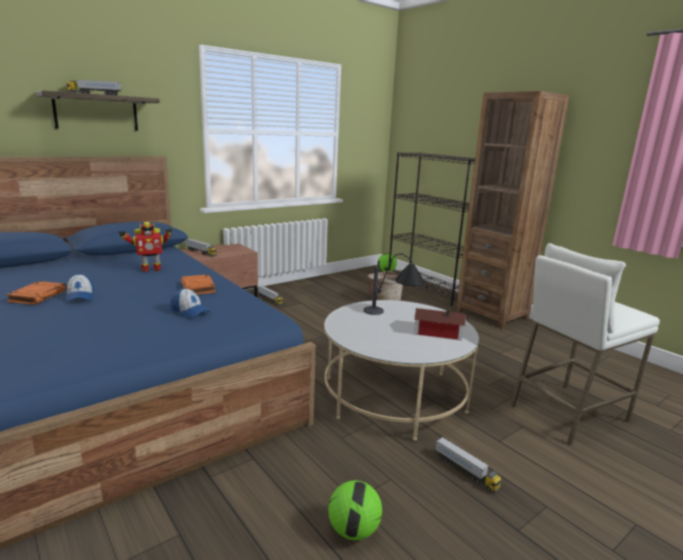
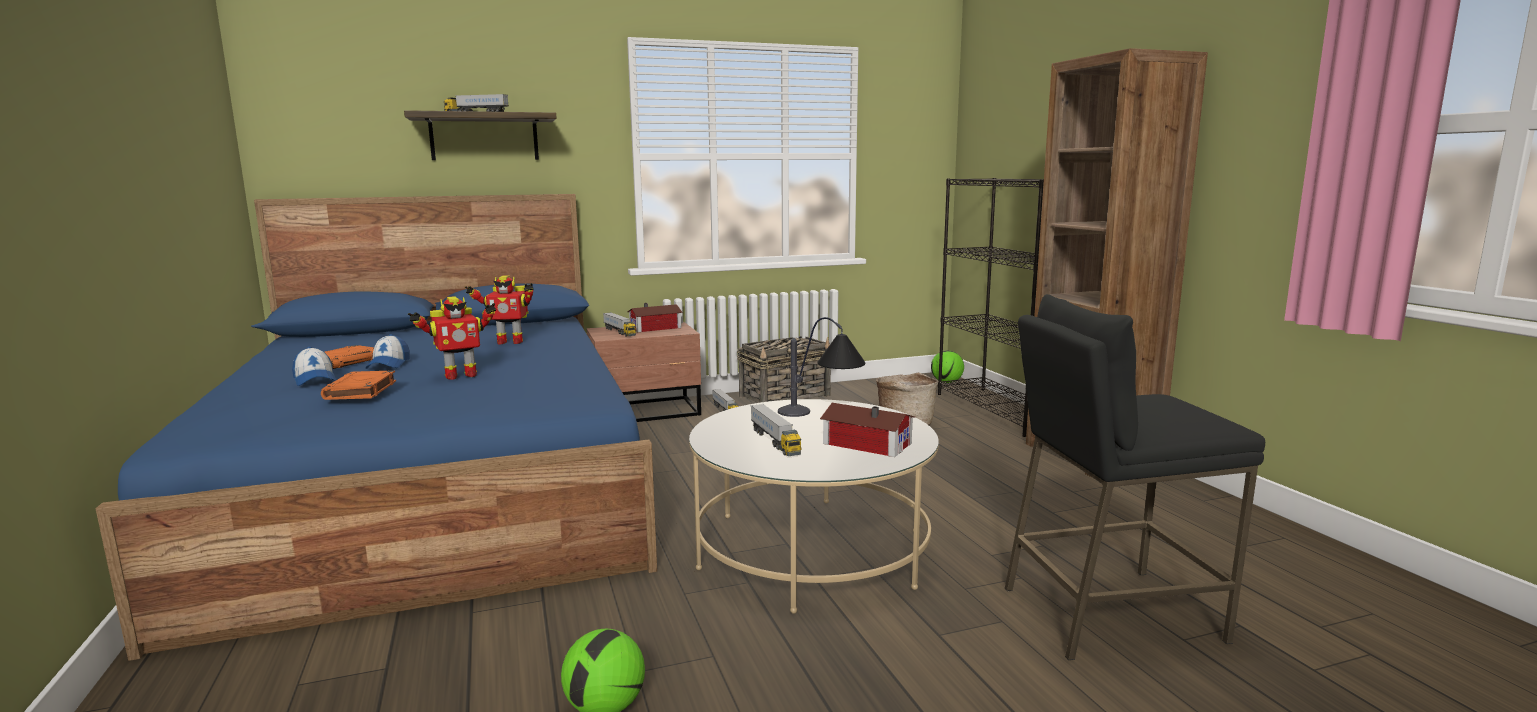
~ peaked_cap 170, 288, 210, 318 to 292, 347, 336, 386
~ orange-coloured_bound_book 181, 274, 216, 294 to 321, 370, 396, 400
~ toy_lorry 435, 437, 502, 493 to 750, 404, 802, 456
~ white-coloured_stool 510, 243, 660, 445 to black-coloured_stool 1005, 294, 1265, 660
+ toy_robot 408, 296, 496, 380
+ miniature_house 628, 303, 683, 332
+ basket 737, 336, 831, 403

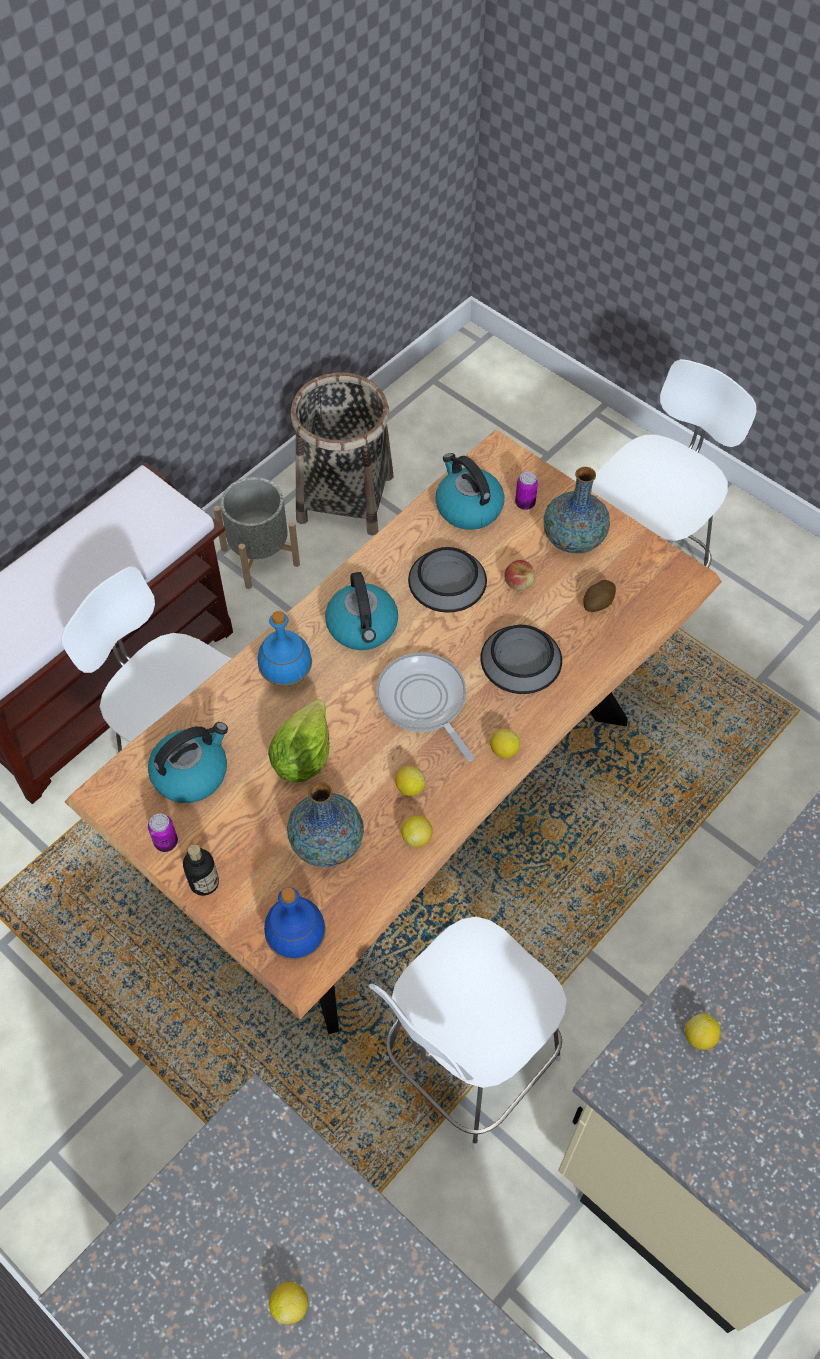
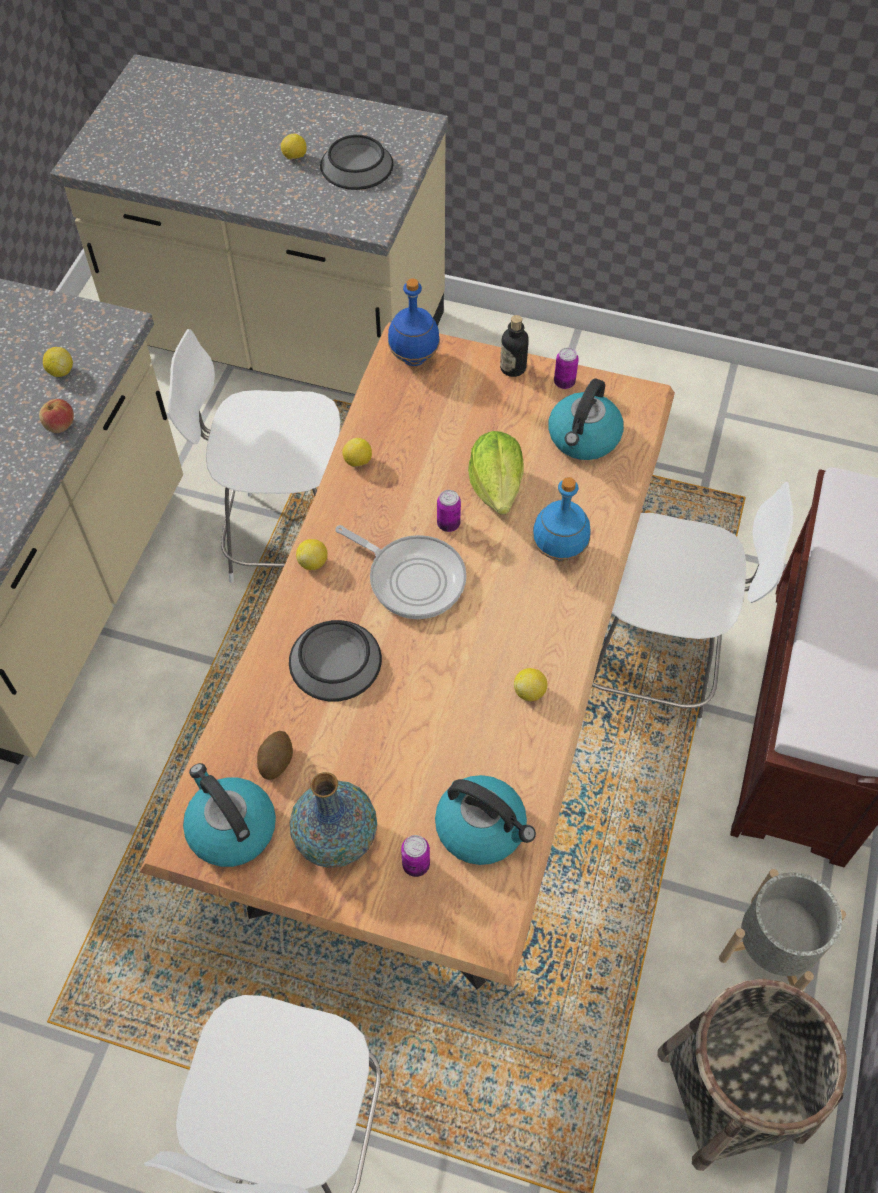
- vase 287, 782, 364, 867
~ tea_kettle 325, 572, 398, 650 to 183, 763, 276, 867
~ white-coloured_plain_chair 369, 917, 567, 1150 = 168, 329, 340, 583 105 degrees counterclockwise
~ citrus_fruit 395, 766, 426, 796 to 514, 668, 547, 701
~ deep_dish 408, 547, 487, 613 to 320, 135, 394, 190
~ apple 504, 560, 535, 591 to 39, 399, 74, 433
+ sealed_can 437, 490, 461, 532

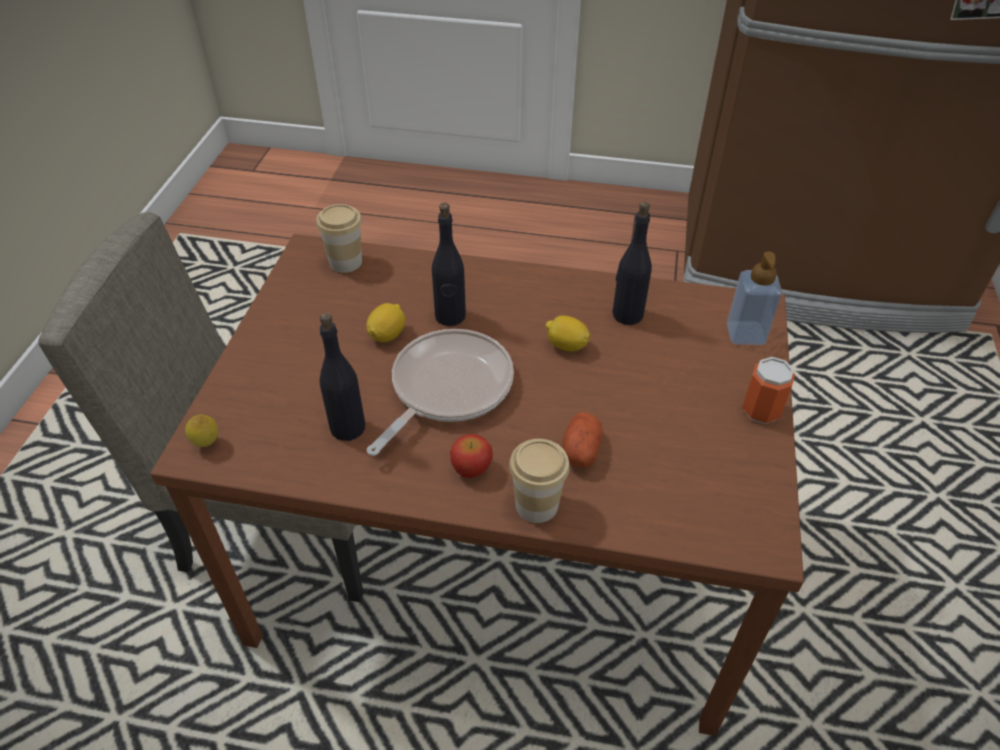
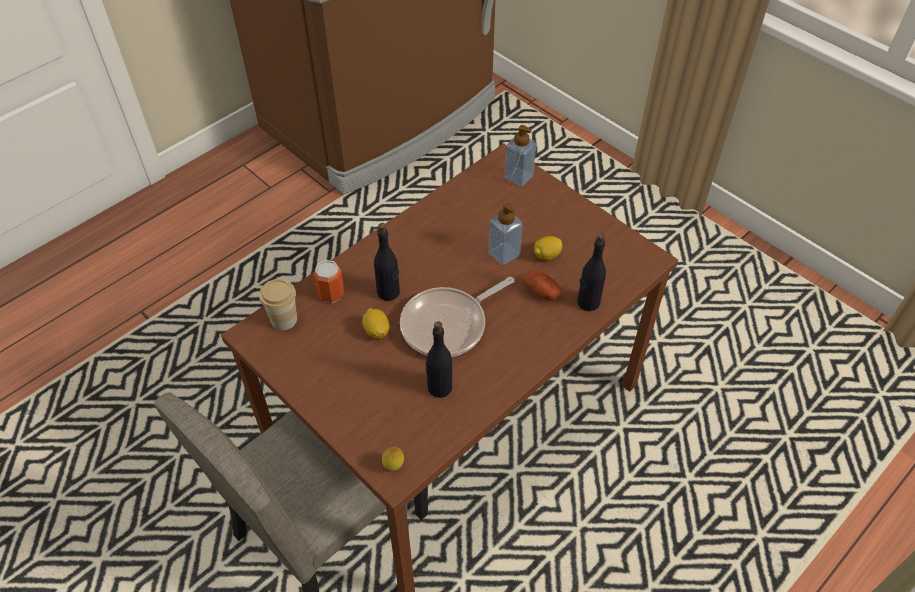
~ pan 366, 329, 514, 456 = 400, 277, 514, 357 105 degrees counterclockwise
- apple 450, 434, 493, 478
- drinking_cup 509, 439, 570, 523
~ citrus_fruit 545, 315, 590, 352 to 534, 236, 562, 260
~ black-coloured_bottle 612, 202, 652, 325 to 577, 233, 606, 311
~ sealed_can 742, 357, 795, 424 to 313, 260, 344, 303
+ liquid_soap_bottle 488, 202, 523, 265

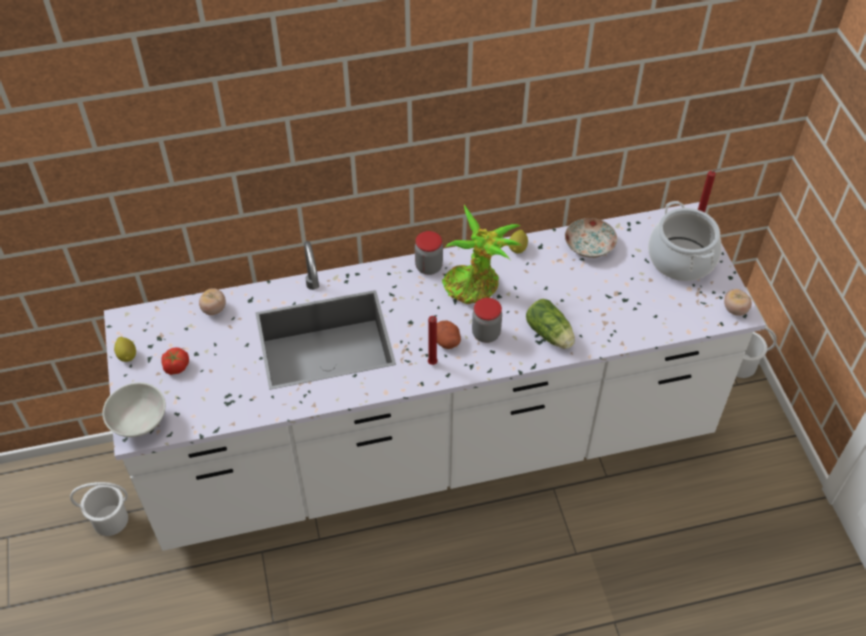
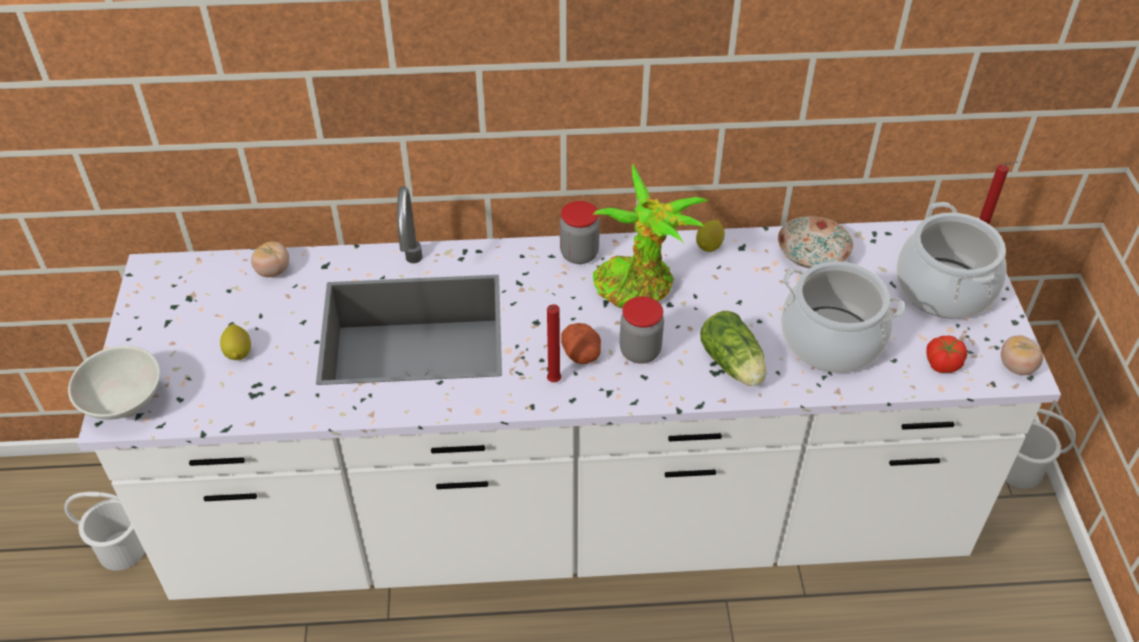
~ citrus_fruit 114, 337, 136, 362 to 220, 324, 251, 360
~ fresh_tomato 161, 348, 189, 375 to 926, 336, 967, 373
+ saucepot 781, 261, 905, 373

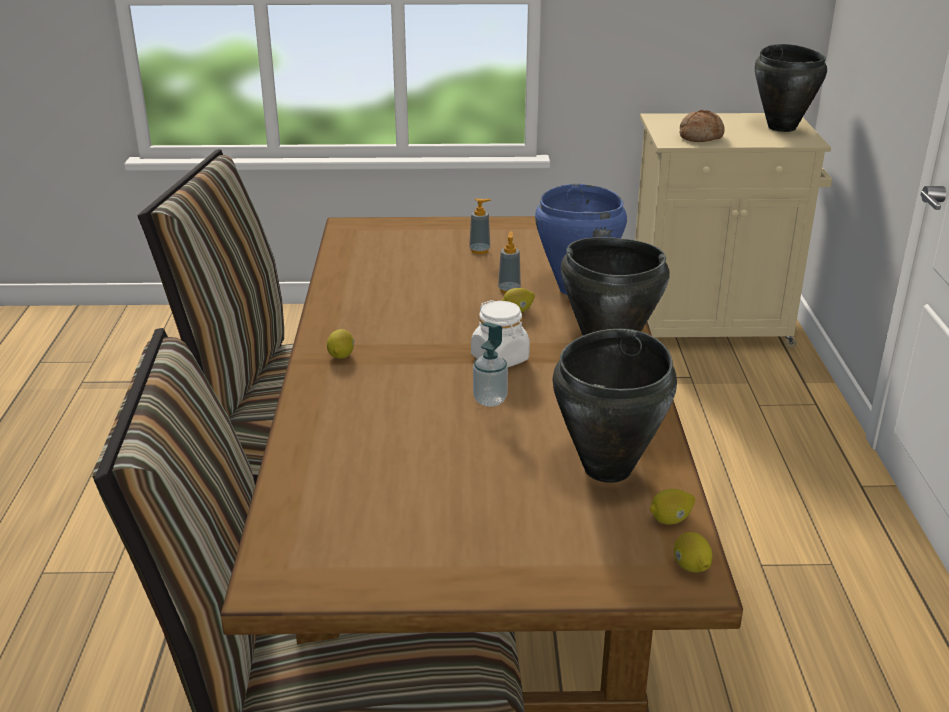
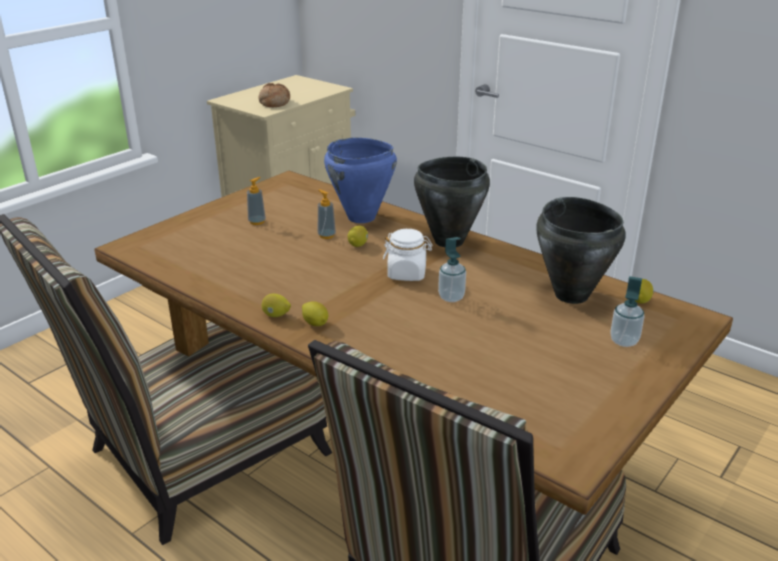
~ citrus_fruit 674, 532, 712, 573 to 262, 293, 291, 317
- black-coloured_saucepot 755, 44, 827, 132
+ liquid_soap_bottle 610, 276, 644, 347

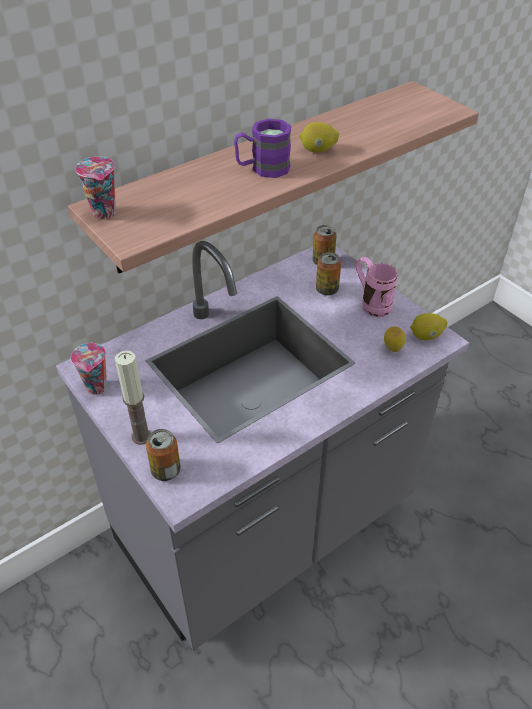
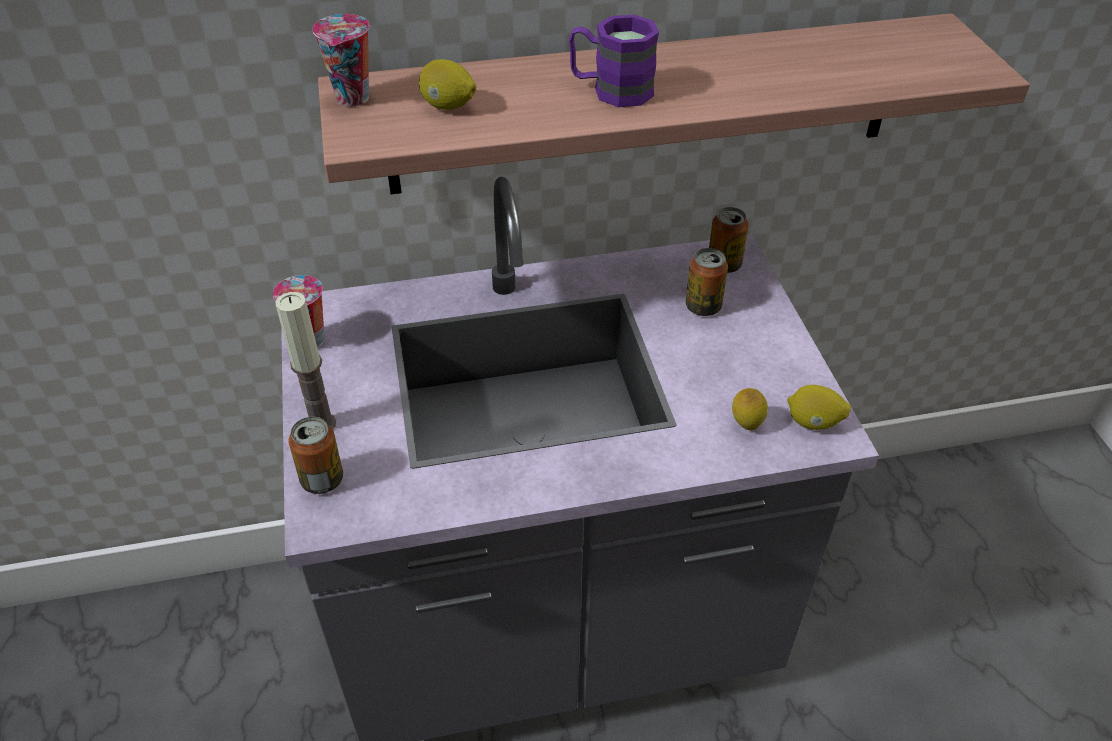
~ citrus_fruit 300, 122, 339, 153 to 419, 59, 476, 110
- pink_tea_mug 355, 257, 398, 317

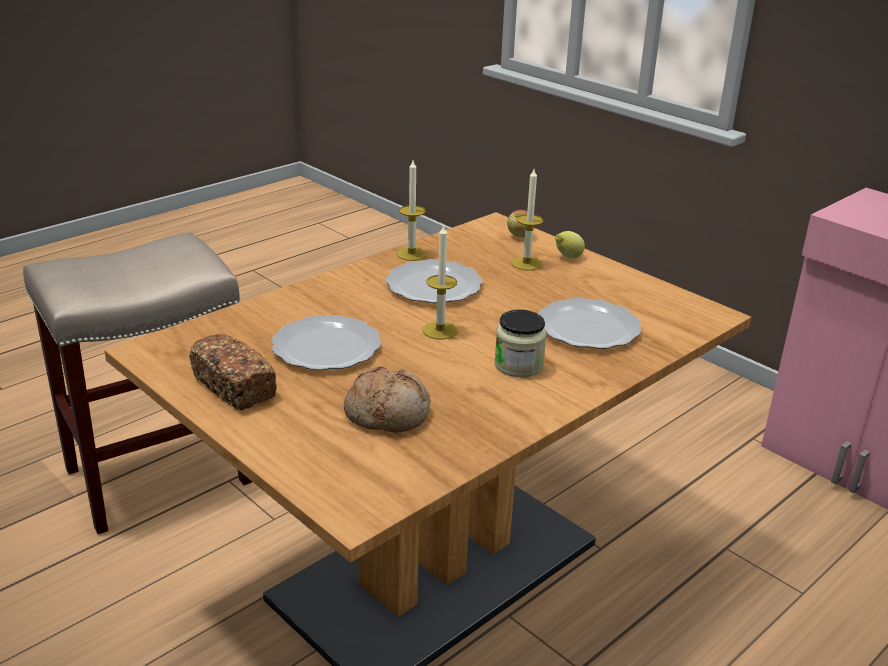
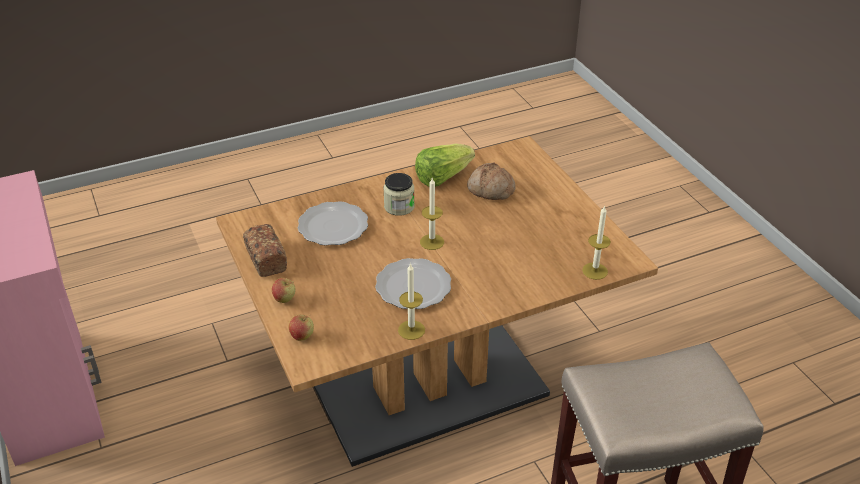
~ bread 189, 334, 277, 410 to 243, 224, 287, 277
- flat_dish 272, 315, 381, 370
~ wax_light 511, 169, 544, 270 to 582, 205, 611, 280
~ citrus_fruit 555, 231, 585, 258 to apple 272, 278, 296, 303
+ lettuce 415, 144, 475, 187

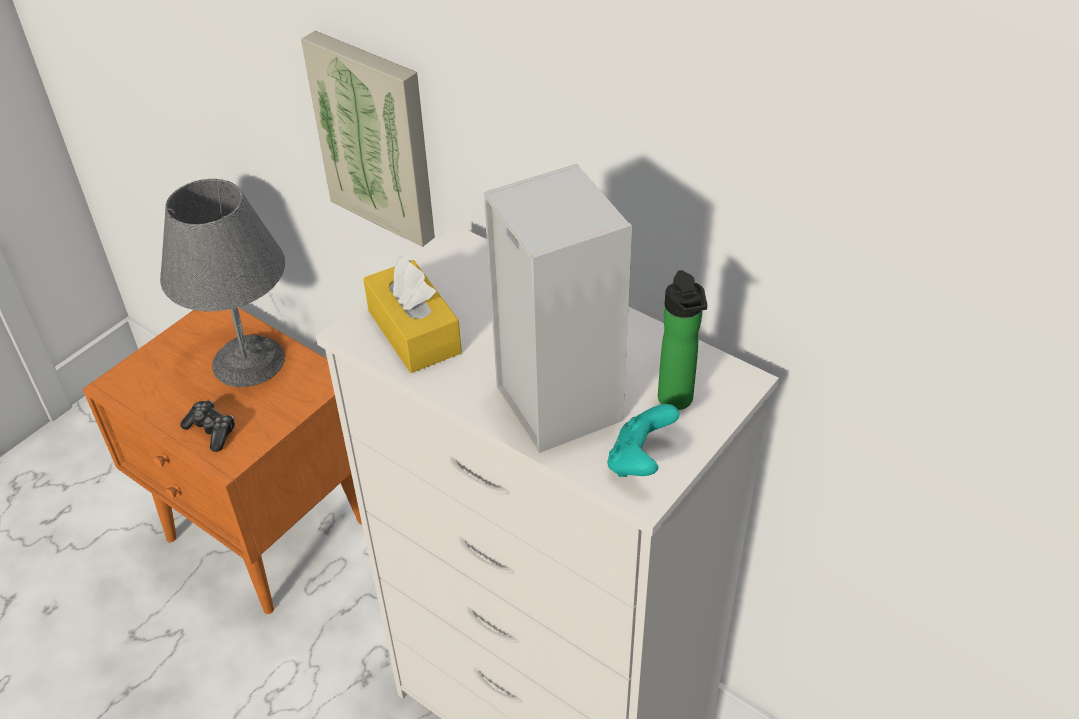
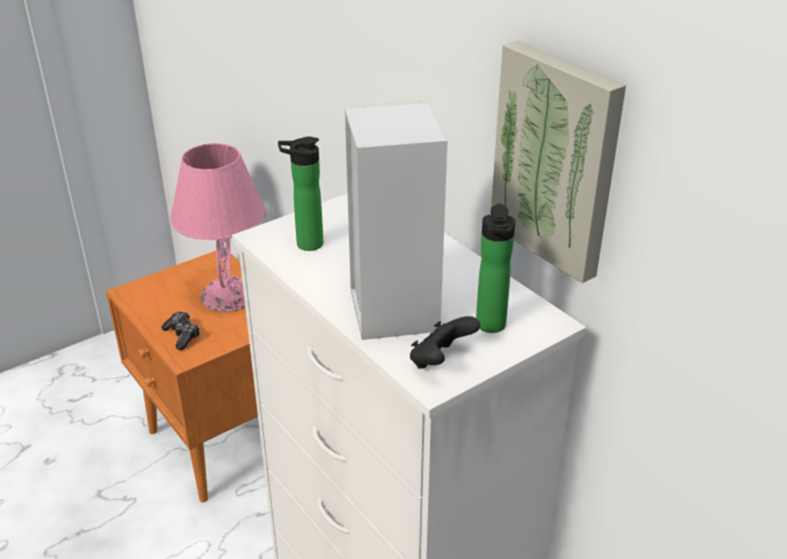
~ greyish_tabletop_lamp 160, 179, 285, 387 to pink_tabletop_lamp 170, 143, 266, 312
~ wall_art 301, 31, 435, 247 to 491, 41, 626, 283
~ yellowish_tissue_box 363, 257, 462, 373 to bottle 278, 137, 323, 251
~ blue-green_gamepad 608, 404, 679, 477 to black-coloured_gamepad 410, 316, 480, 368

